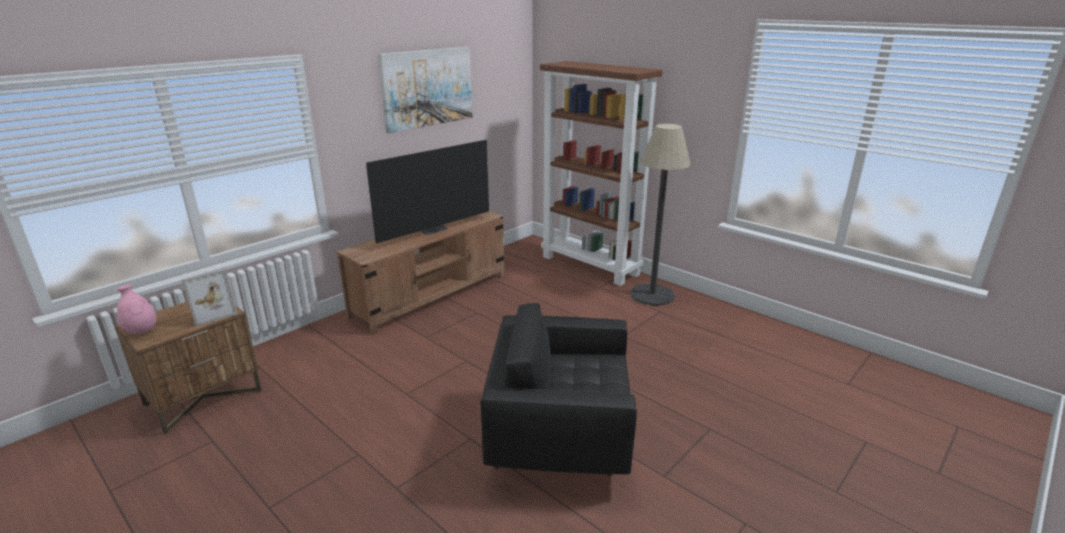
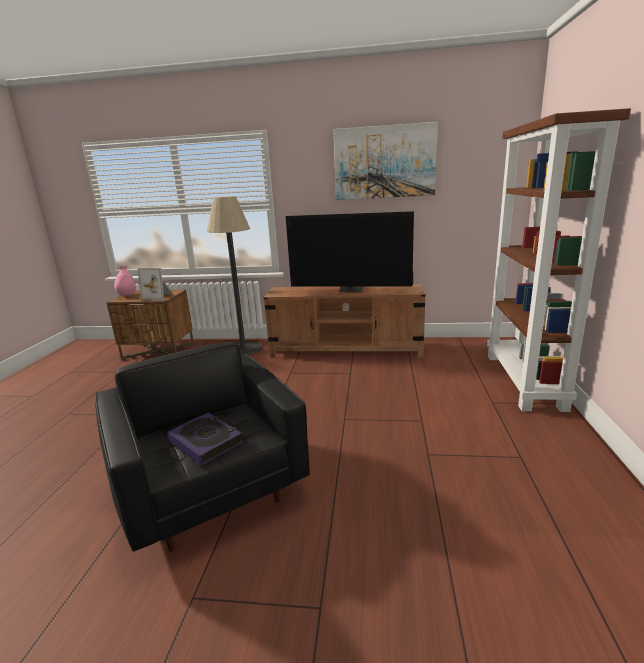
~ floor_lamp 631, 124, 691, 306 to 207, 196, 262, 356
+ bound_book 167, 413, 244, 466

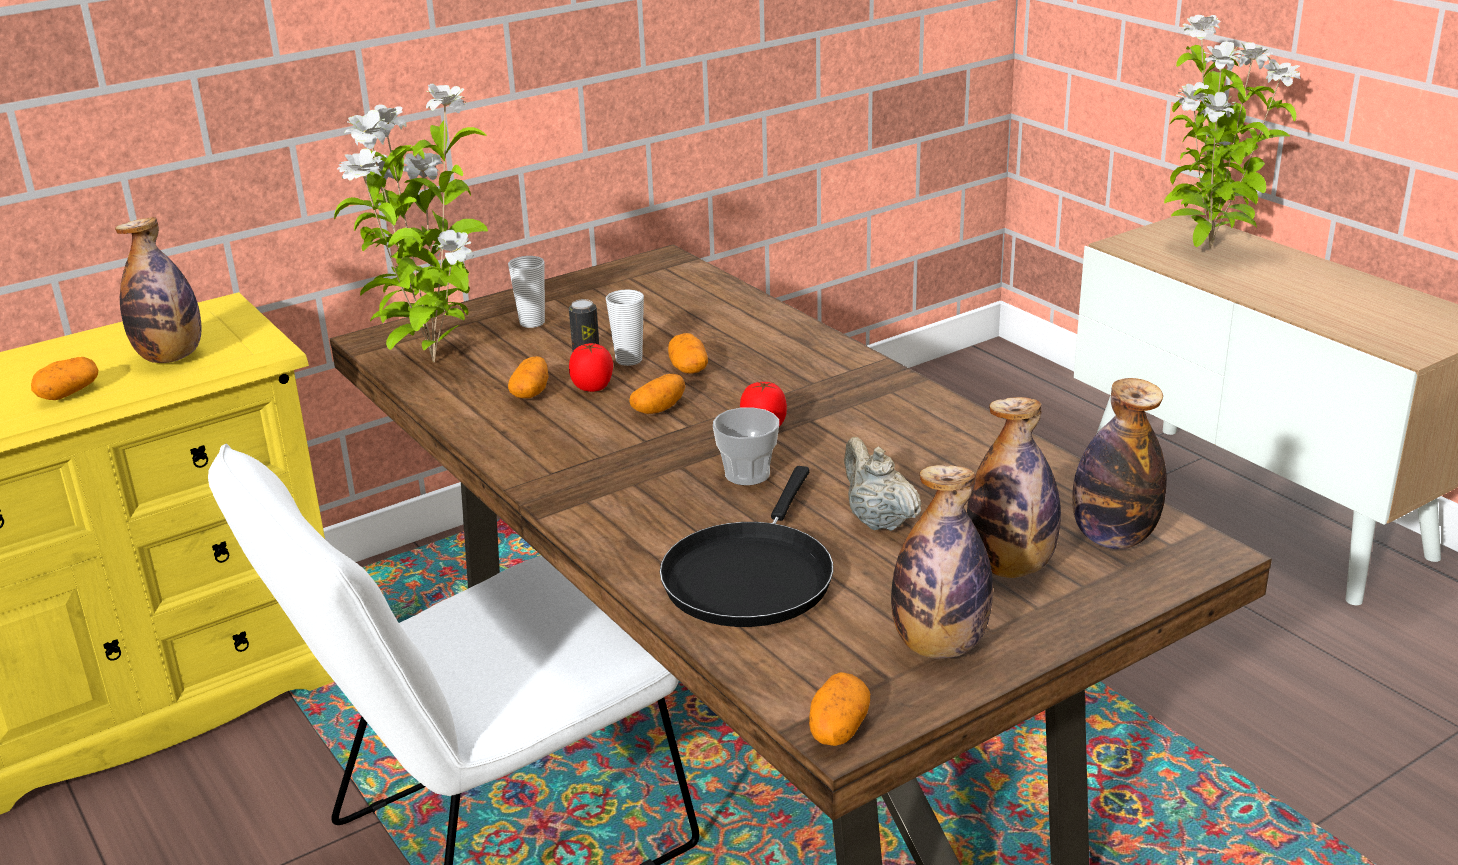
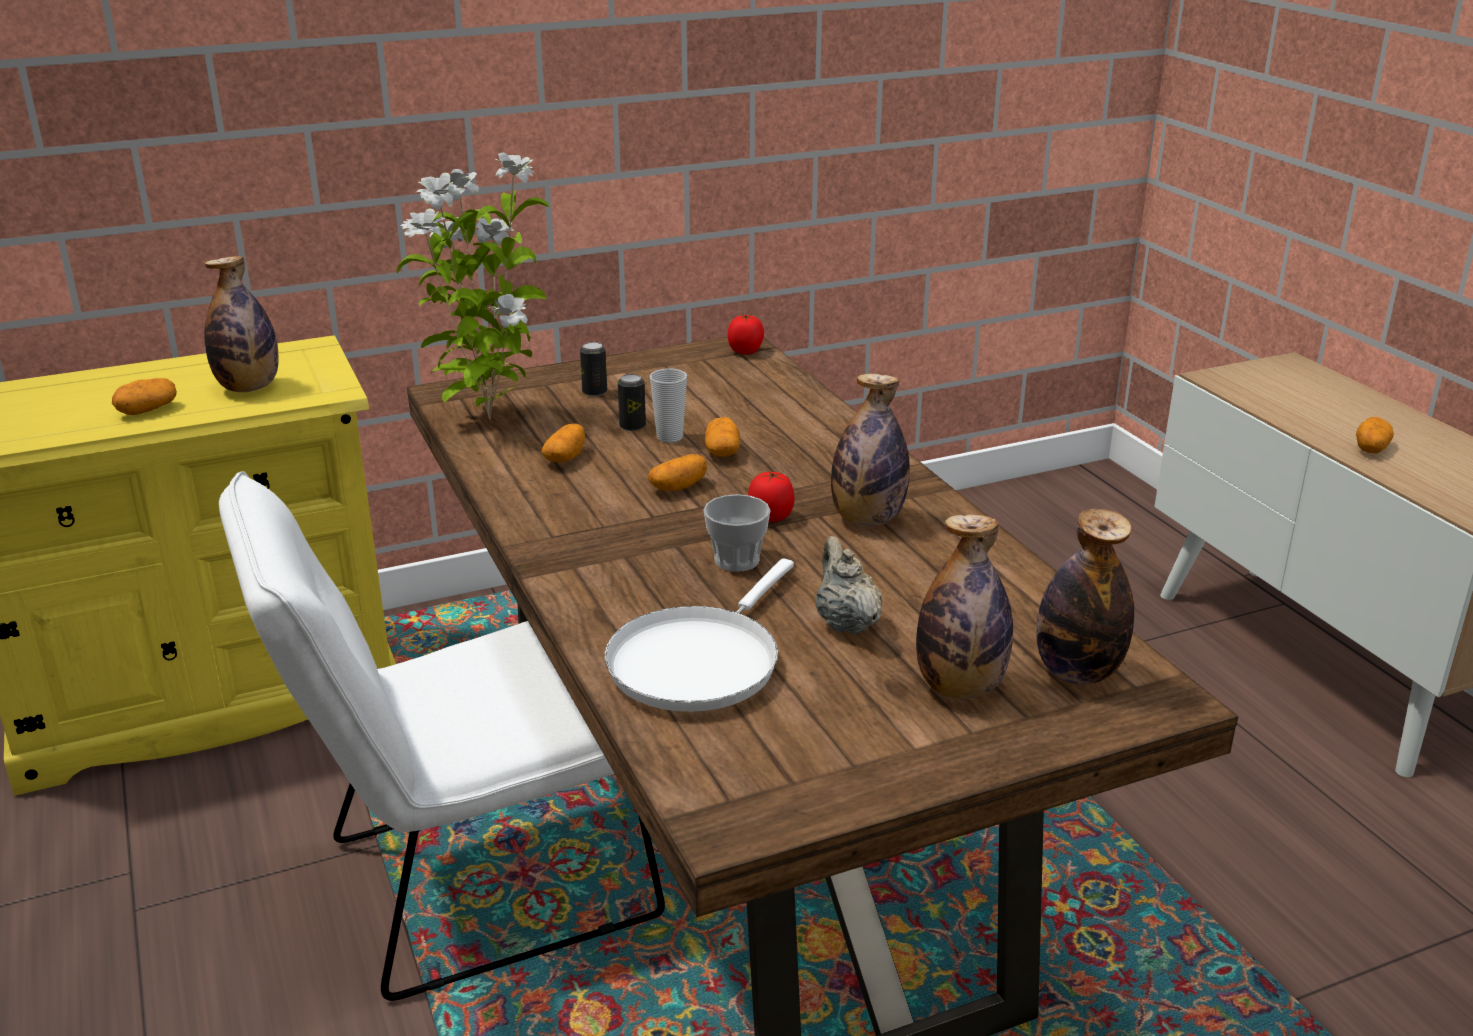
~ drinking_cup 508, 256, 545, 328 to sealed_can 580, 342, 607, 396
~ fresh_tomato 569, 343, 613, 392 to 728, 315, 764, 355
~ black-coloured_pan 660, 466, 834, 627 to white-coloured_pan 605, 558, 794, 712
~ potato 809, 672, 870, 746 to 1356, 417, 1394, 454
~ bottle 891, 465, 993, 658 to 831, 374, 910, 526
- plant_in_a_pot 1164, 15, 1301, 249

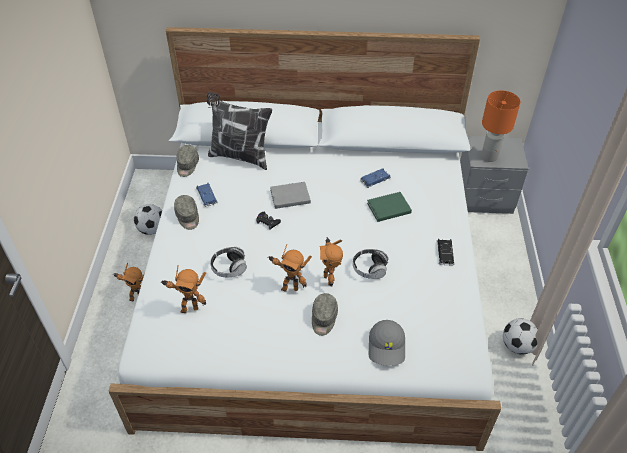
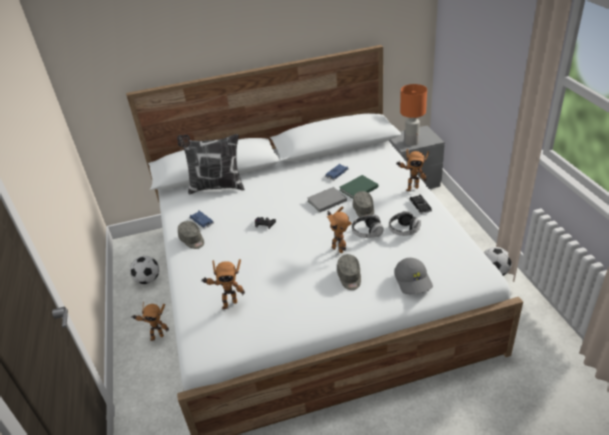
~ greyish_peaked_cap 176, 145, 199, 177 to 353, 191, 374, 217
~ headset 210, 247, 247, 277 to 389, 211, 421, 236
~ toy_robot 268, 244, 312, 292 to 396, 149, 429, 191
~ greyish_bound_book 270, 182, 311, 209 to 307, 187, 347, 212

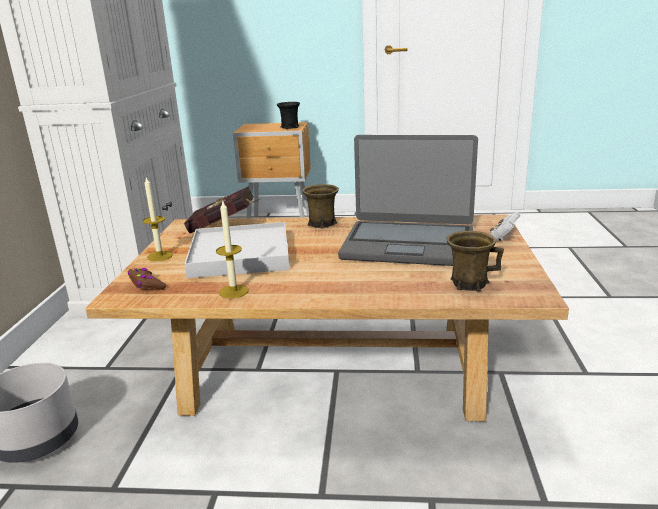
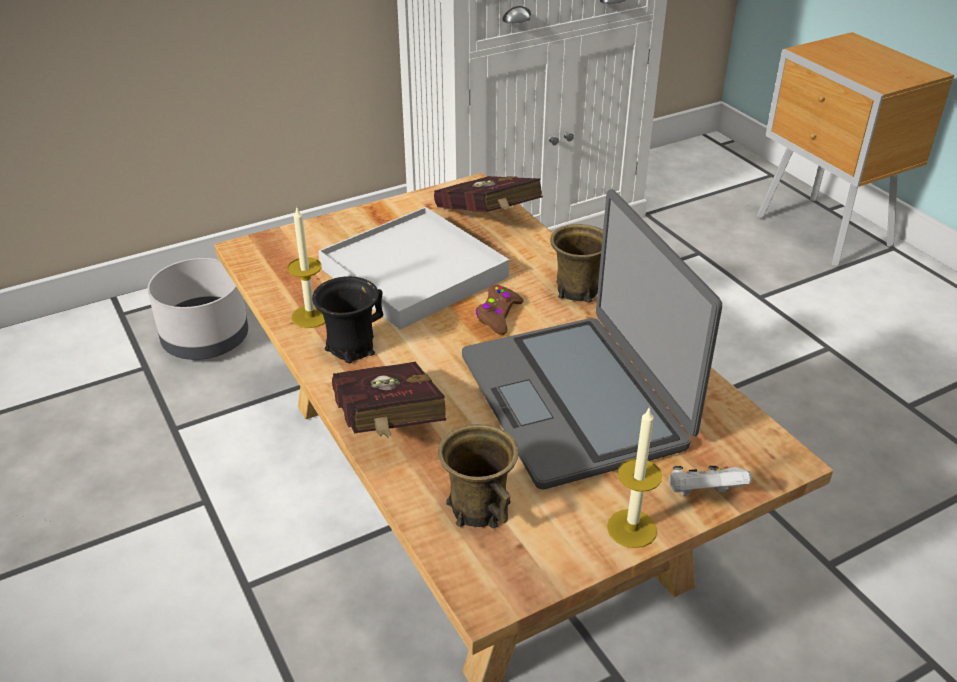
~ brownish_gamepad 128, 268, 166, 290 to 475, 285, 524, 335
~ wax_light 142, 177, 173, 261 to 607, 407, 662, 548
~ black-coloured_tea_mug 277, 102, 300, 129 to 312, 276, 383, 363
+ reddish_bound_book 332, 362, 446, 438

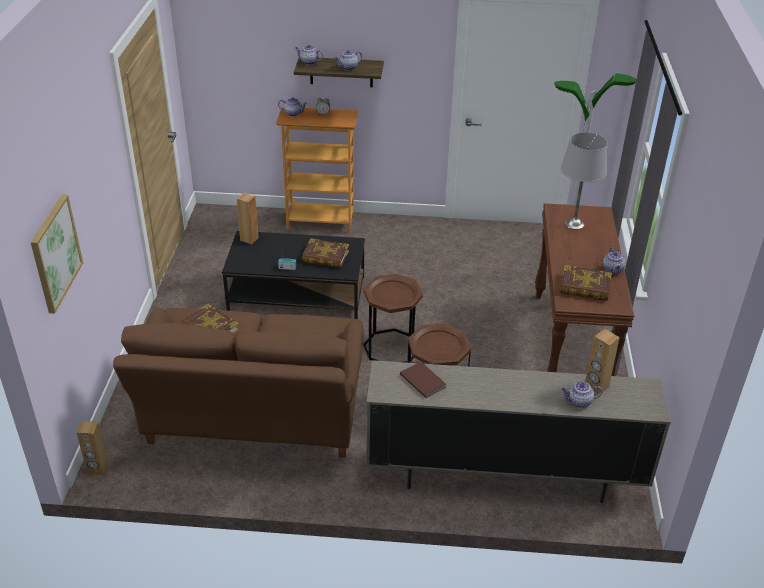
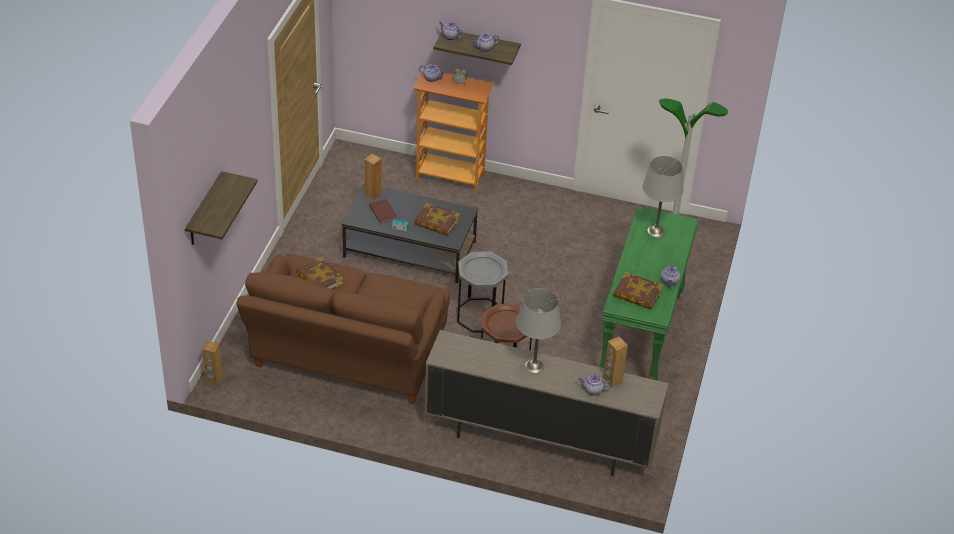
~ wall_art 31, 194, 83, 314 to shelf 185, 171, 258, 245
~ brownish_accent_table 363, 274, 423, 363 to greyish_accent_table 456, 251, 508, 333
~ brownish_bound_book 400, 362, 446, 398 to 369, 199, 398, 224
~ brownish_hall_table 535, 203, 634, 376 to green_hall_table 599, 206, 699, 380
+ greyish_tabletop_lamp 516, 288, 561, 373

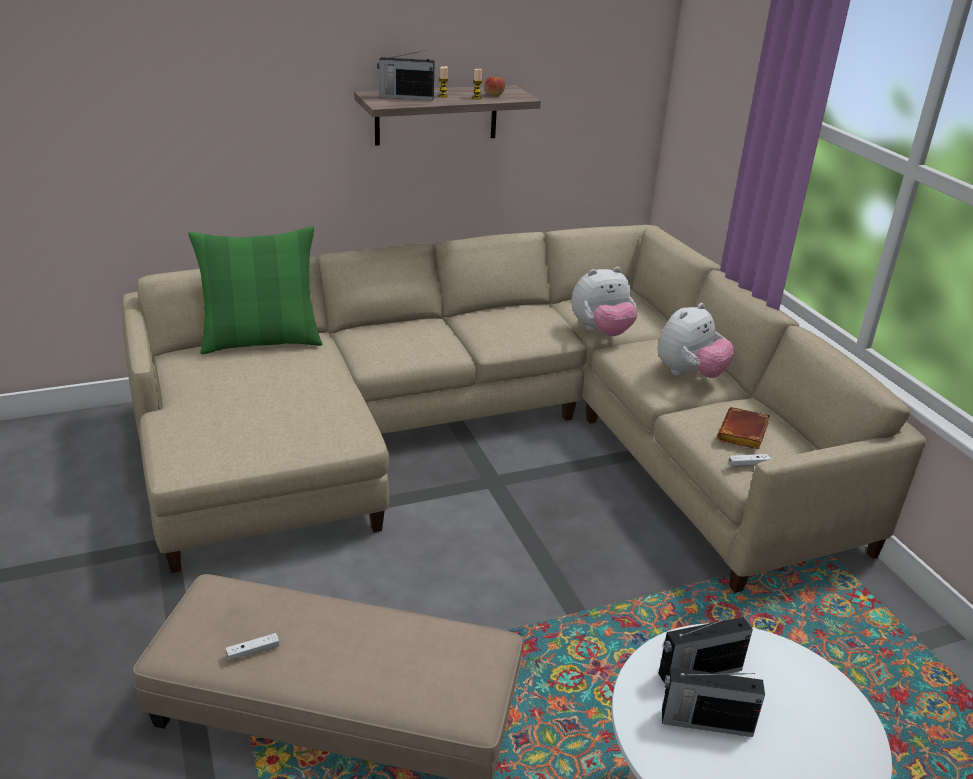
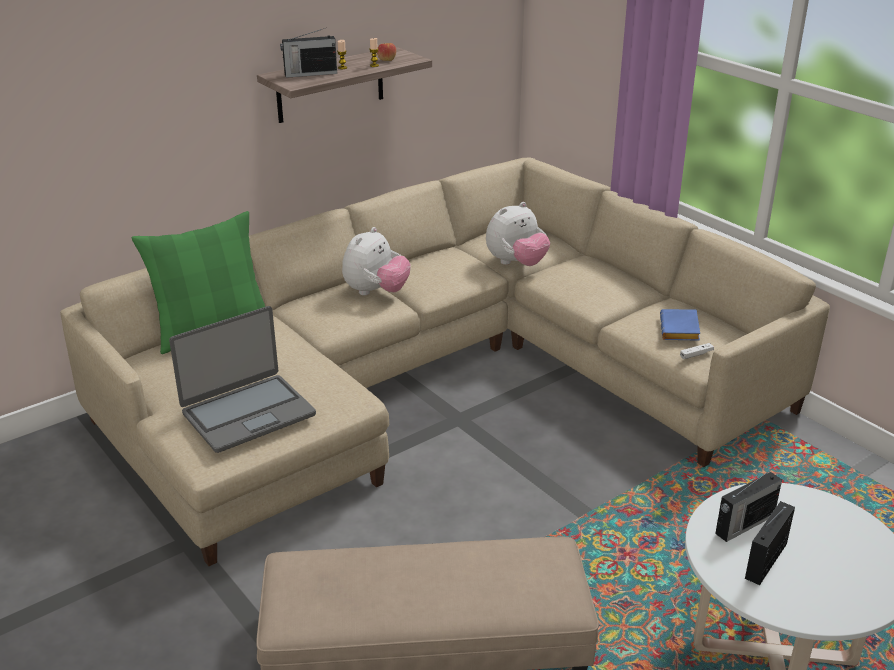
- white-coloured_gamepad 226, 633, 279, 660
~ plush_toy 658, 303, 735, 378 to 342, 227, 411, 295
~ radio_receiver 662, 667, 765, 737 = 745, 501, 795, 585 135 degrees clockwise
~ brownish_bound_book 717, 407, 770, 449 to blue-coloured_bound_book 660, 309, 700, 341
+ portable_computer 169, 306, 316, 453

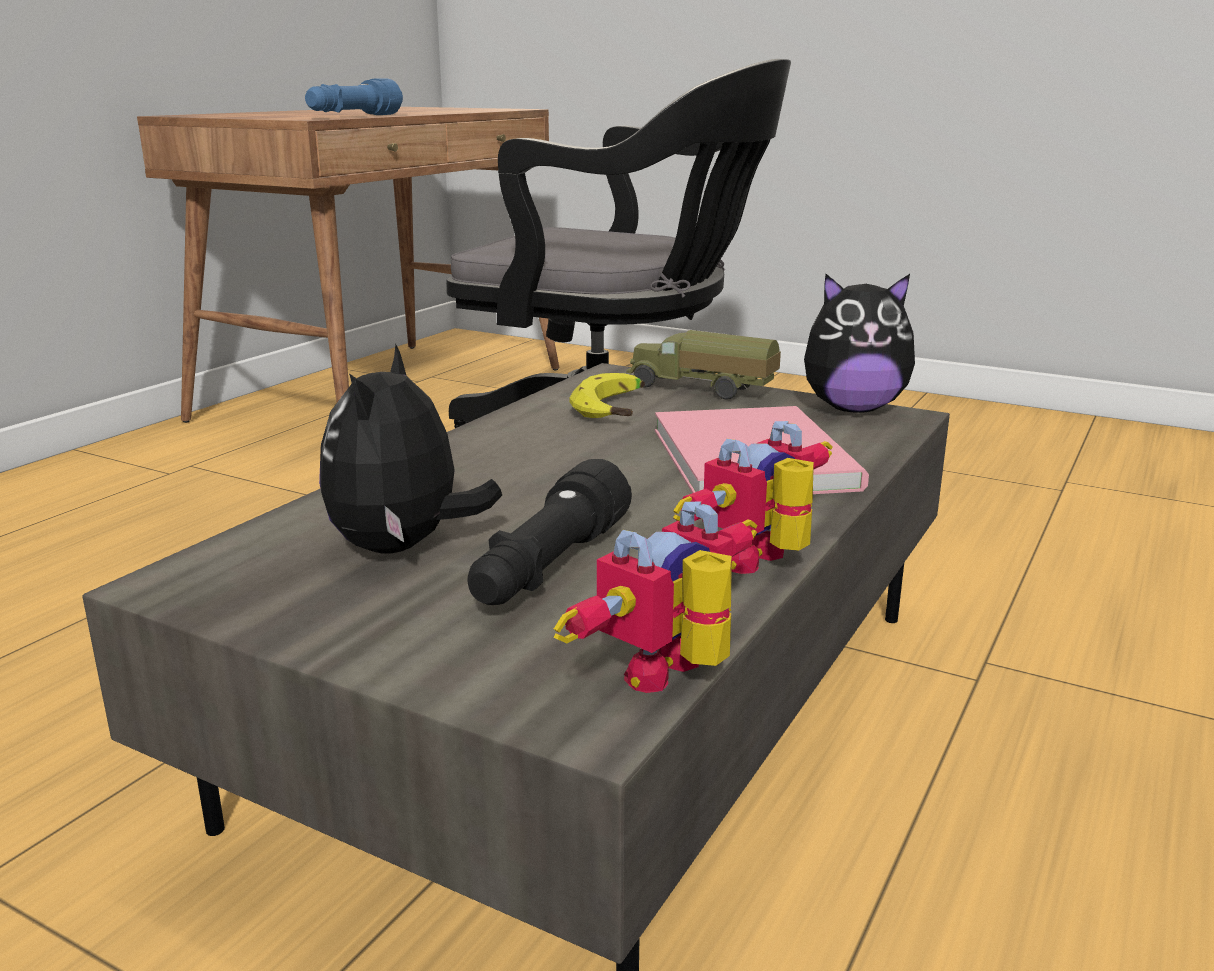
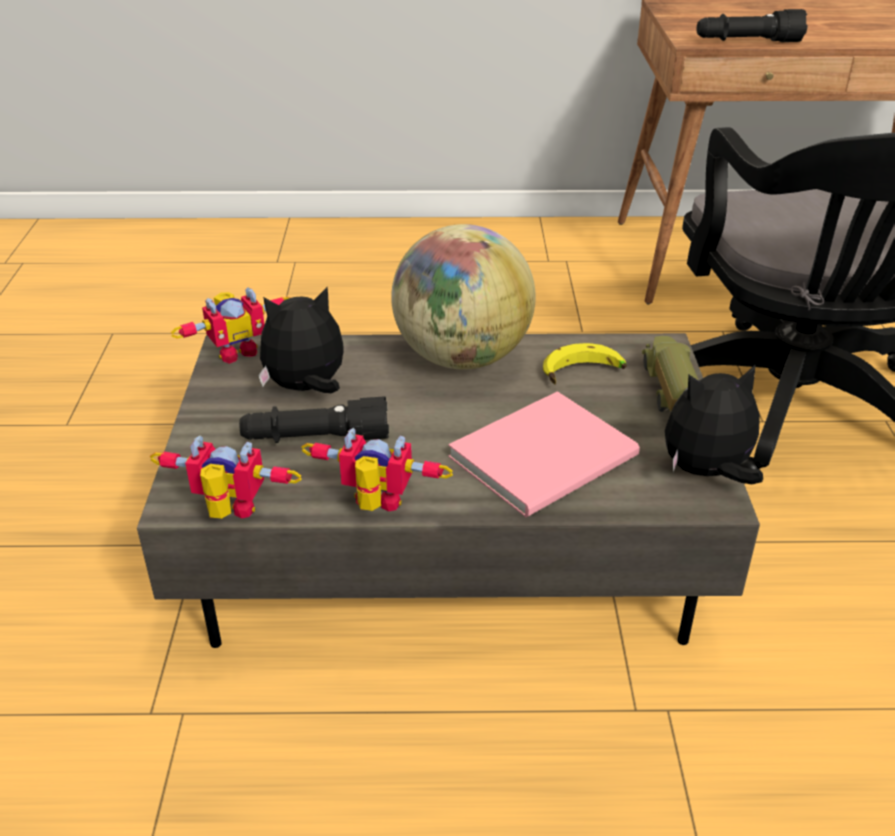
~ blue-coloured_hand_torch 305, 78, 403, 115 to black-coloured_hand_torch 697, 9, 808, 42
~ plush_toy 804, 274, 915, 413 = 665, 364, 763, 484 105 degrees clockwise
+ toy_robot 171, 287, 290, 364
+ globe 391, 224, 536, 370

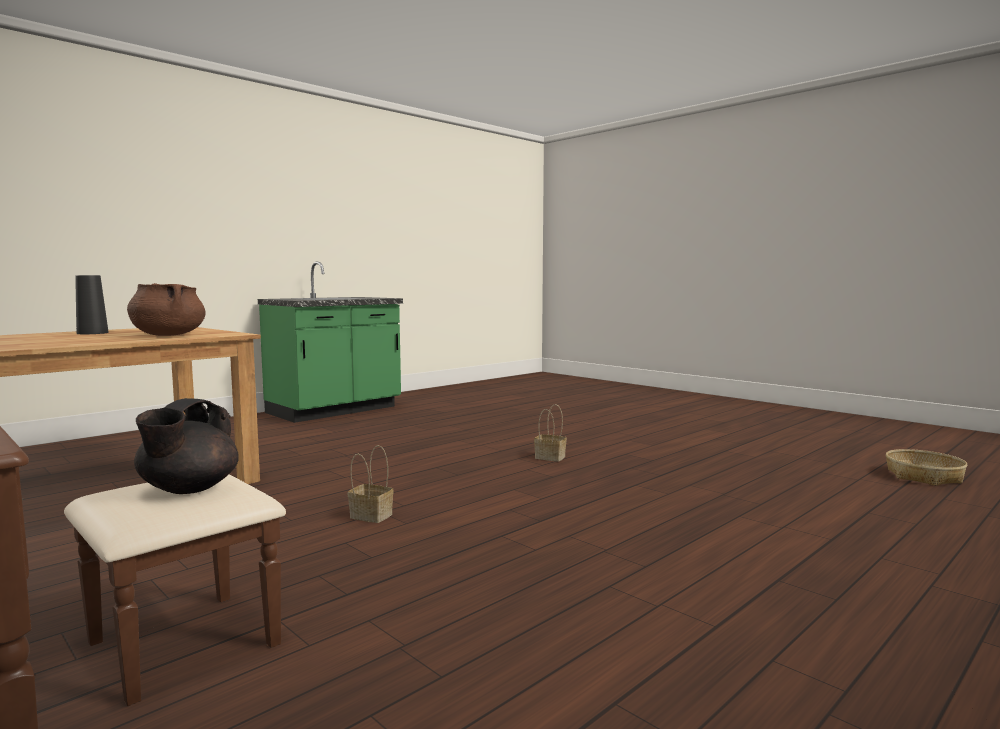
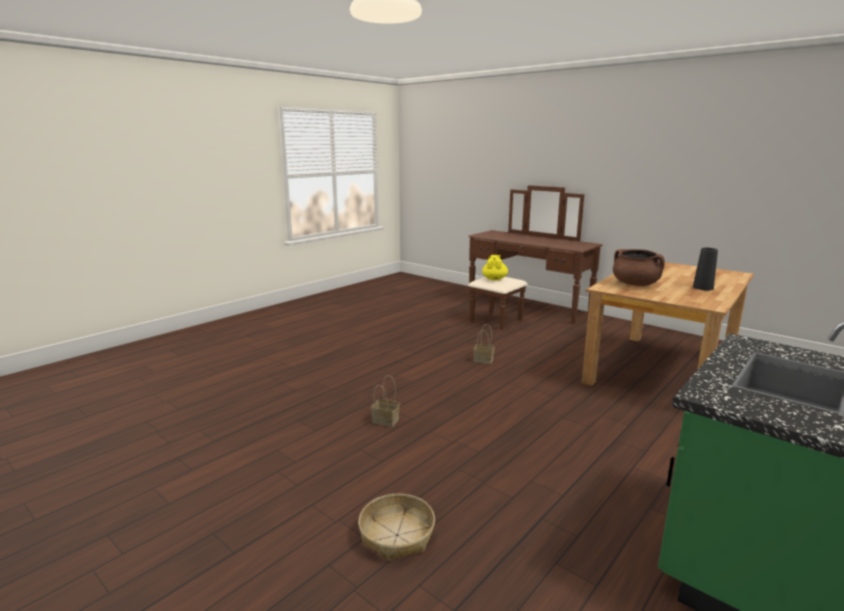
~ black-coloured_pot_for_tea 134, 398, 239, 494 to yellowish_pot_for_tea 482, 255, 508, 280
~ basket 886, 449, 968, 486 to 358, 494, 435, 562

